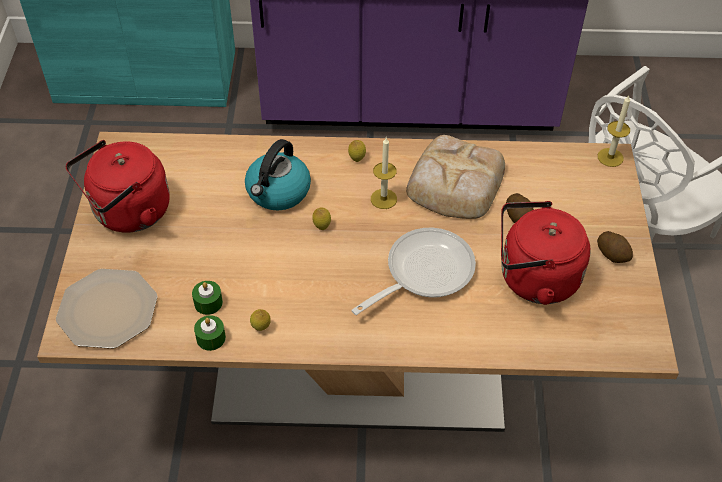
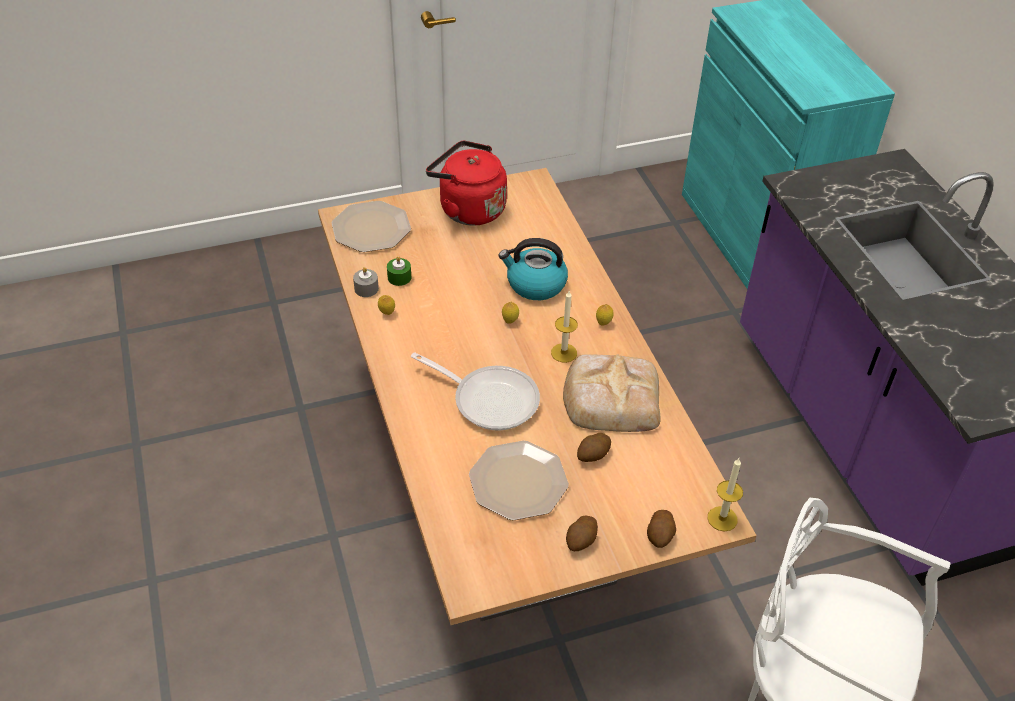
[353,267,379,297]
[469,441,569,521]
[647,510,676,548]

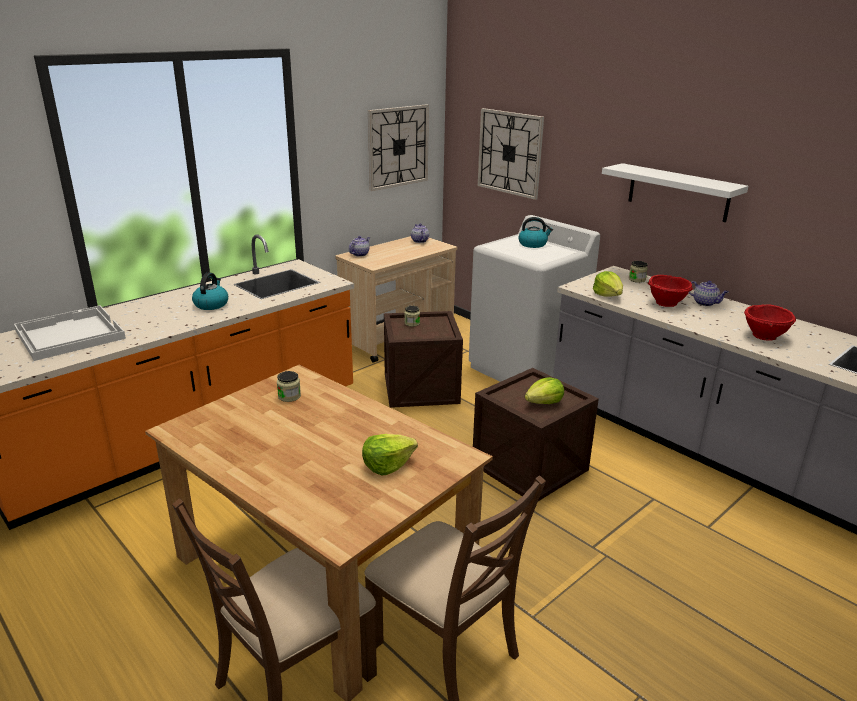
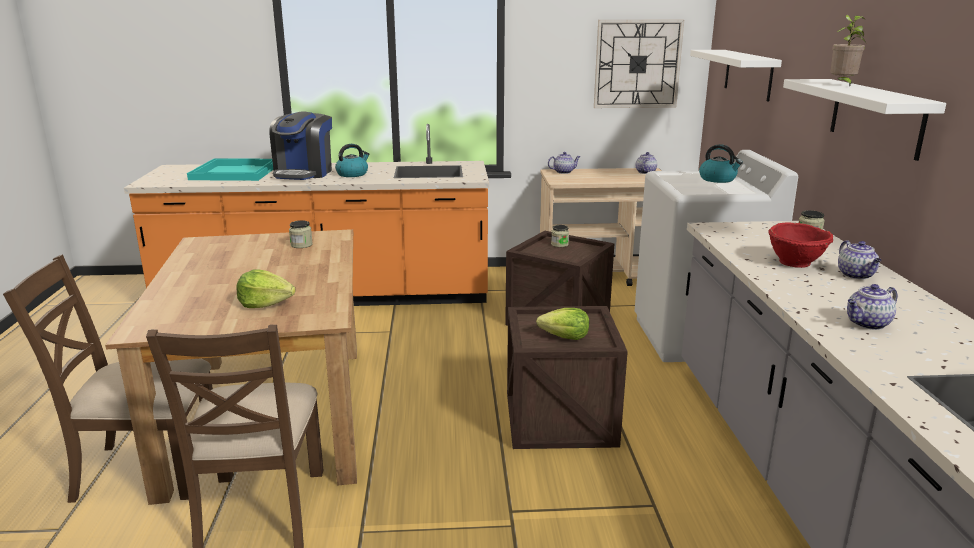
[187,158,273,181]
[690,50,782,102]
[593,271,623,297] (first image)
[847,284,897,330]
[269,112,332,180]
[830,15,866,87]

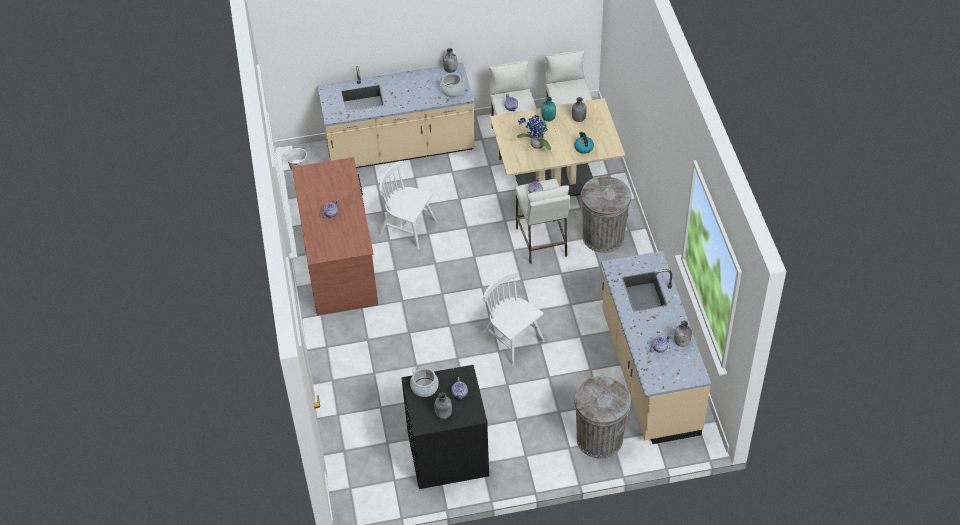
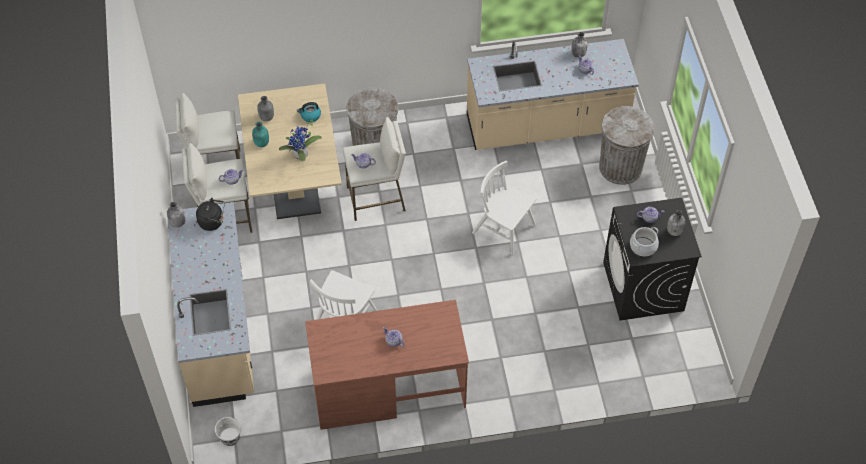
[196,198,225,231]
[472,161,537,256]

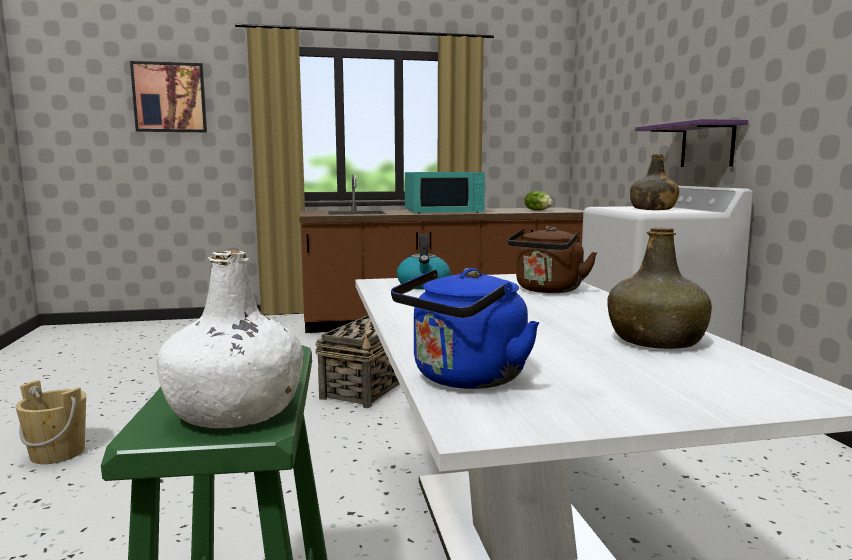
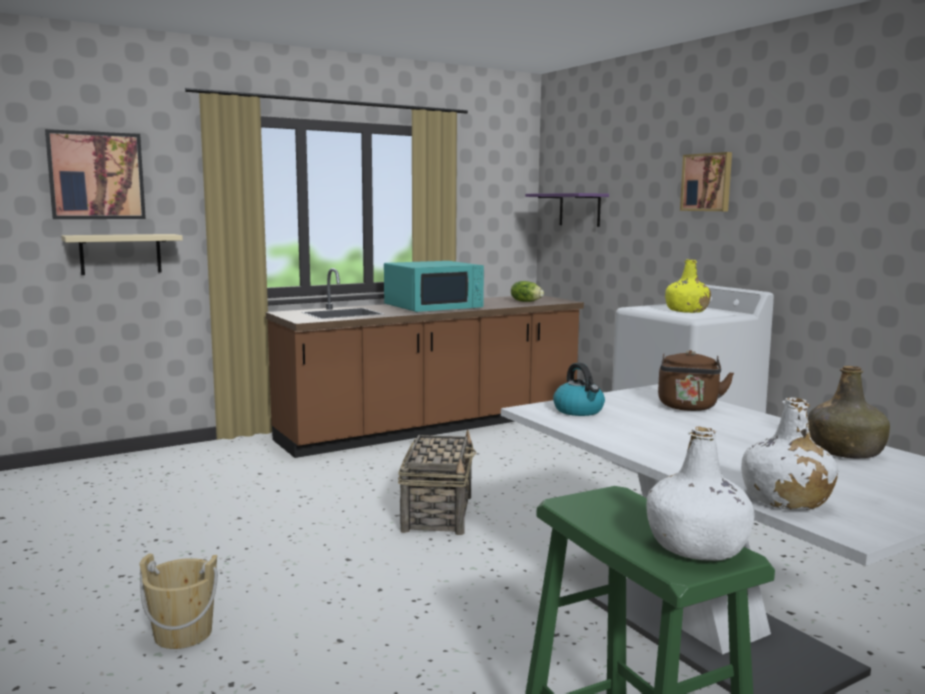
[742,397,838,510]
[665,259,711,313]
[525,193,609,227]
[61,234,183,275]
[680,152,732,211]

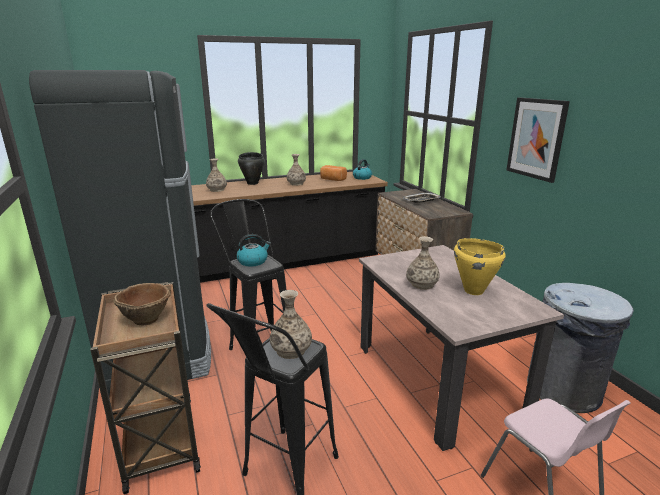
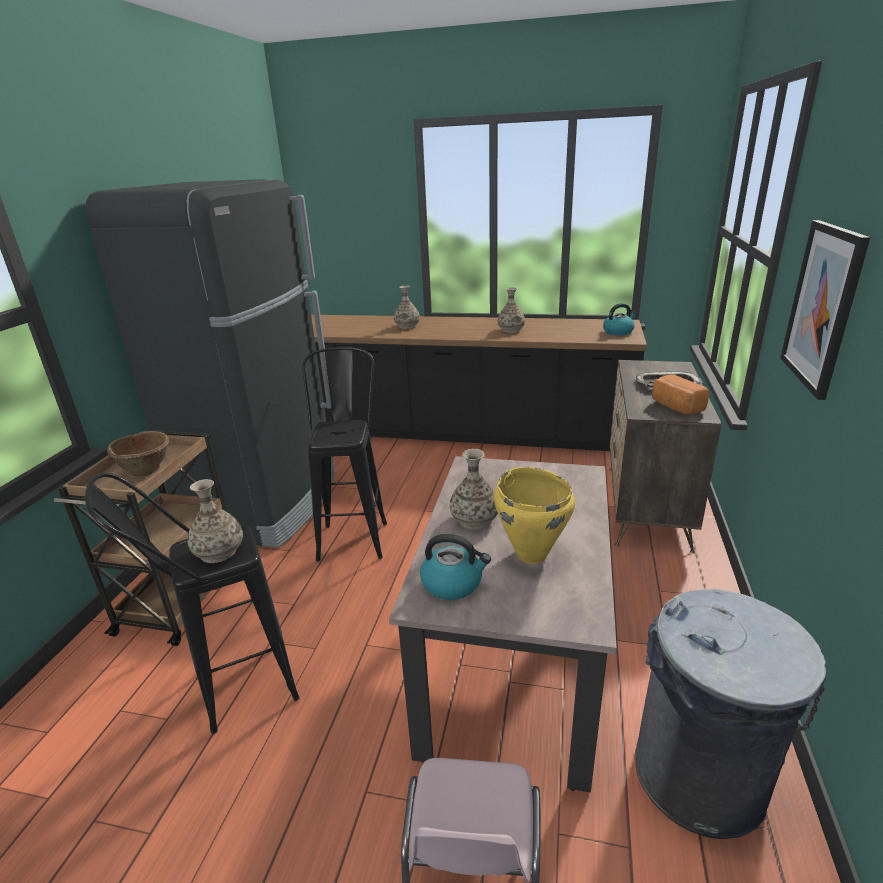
[420,534,491,600]
[238,152,265,185] (first image)
[652,375,709,414]

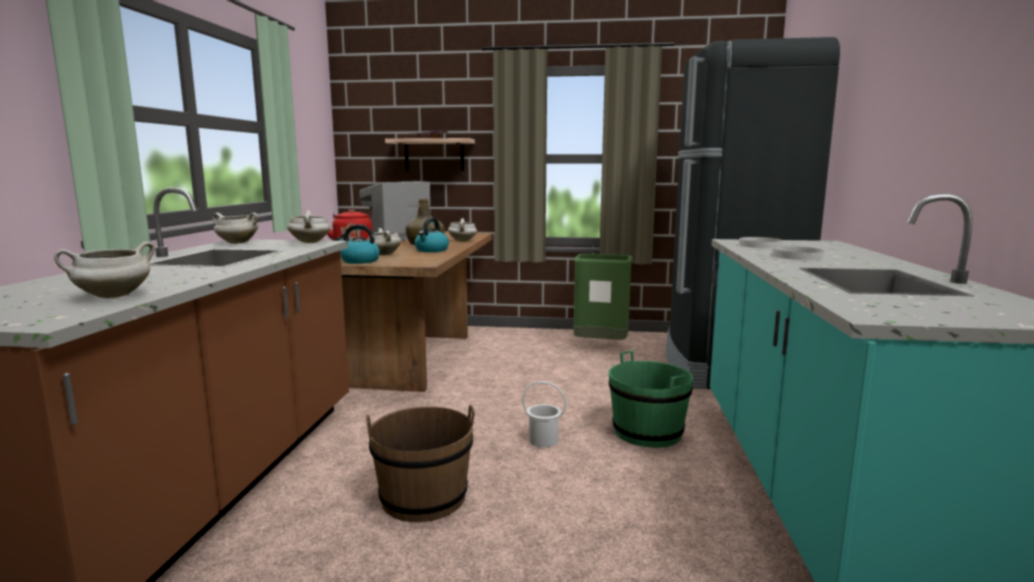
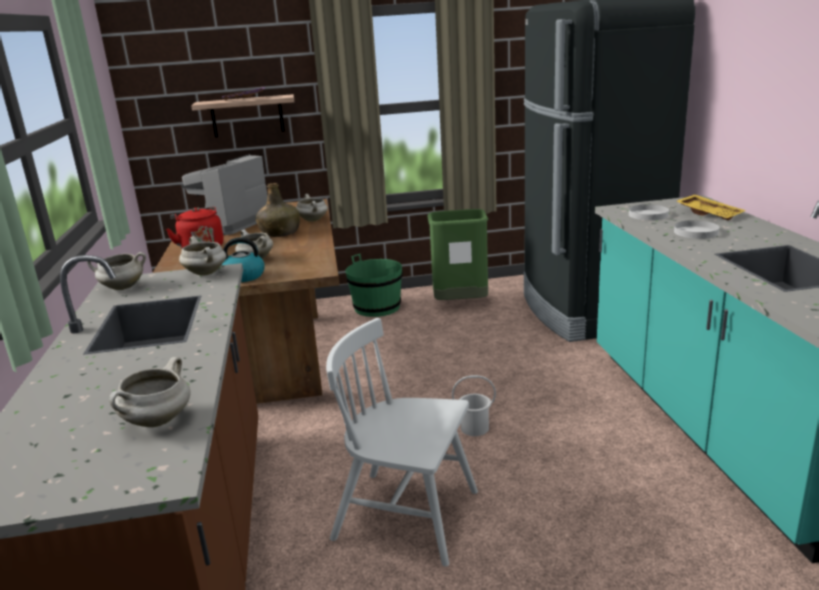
[326,318,478,567]
[415,218,449,252] (first image)
[345,254,403,317]
[677,195,746,221]

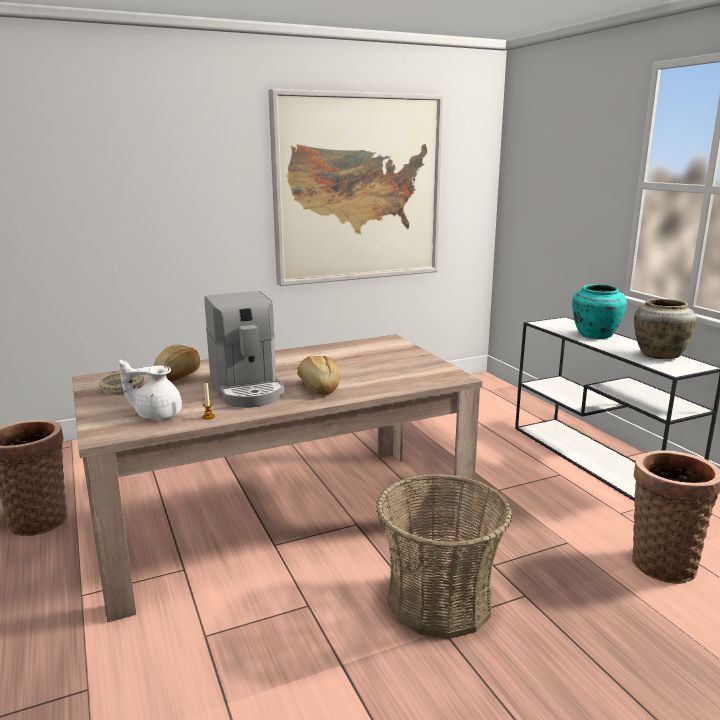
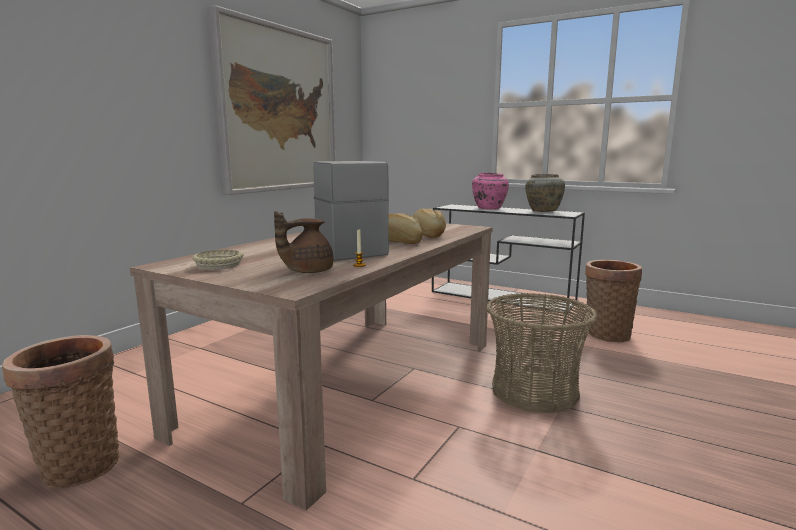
[274,211,334,273]
[412,209,446,238]
[313,161,389,261]
[472,173,509,210]

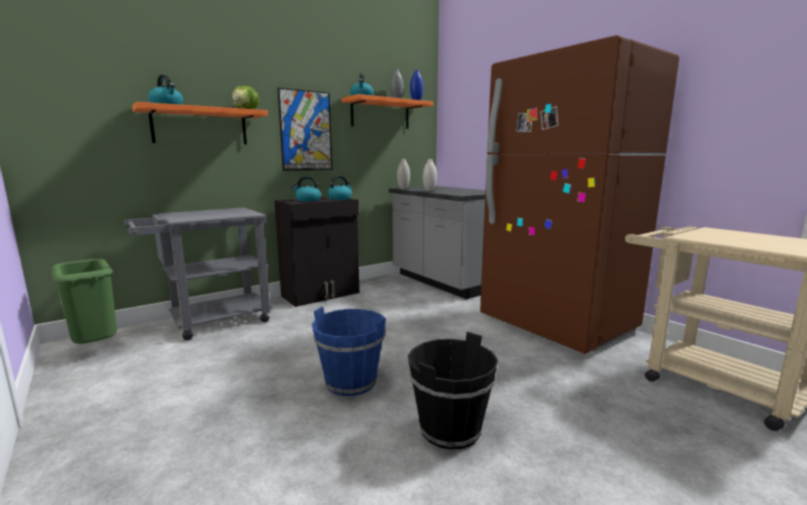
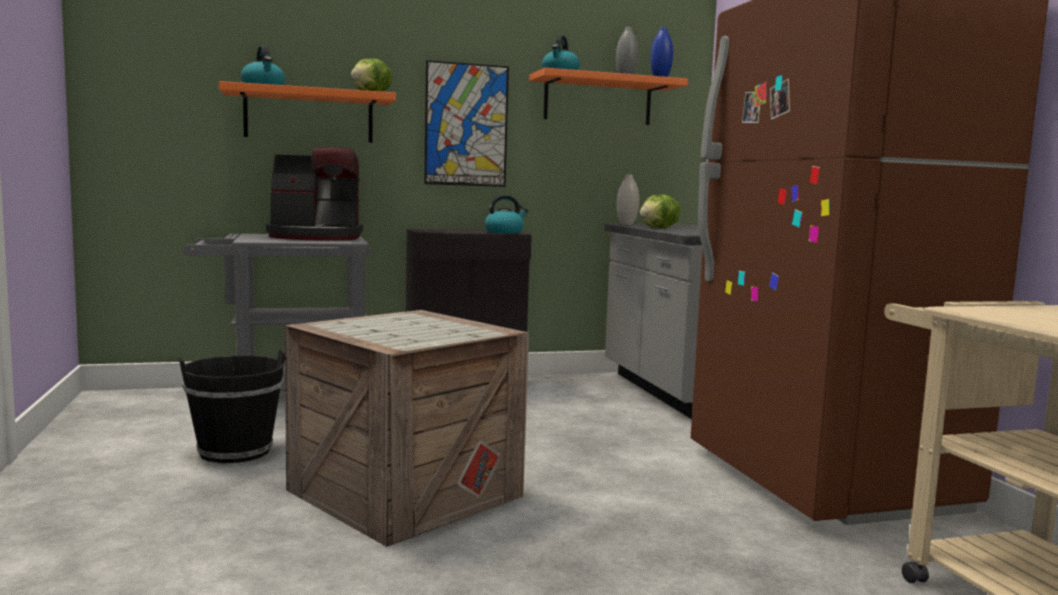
[51,258,117,344] (first image)
[292,176,321,202] (first image)
[285,310,529,547]
[178,349,285,463]
[640,194,681,228]
[266,146,363,241]

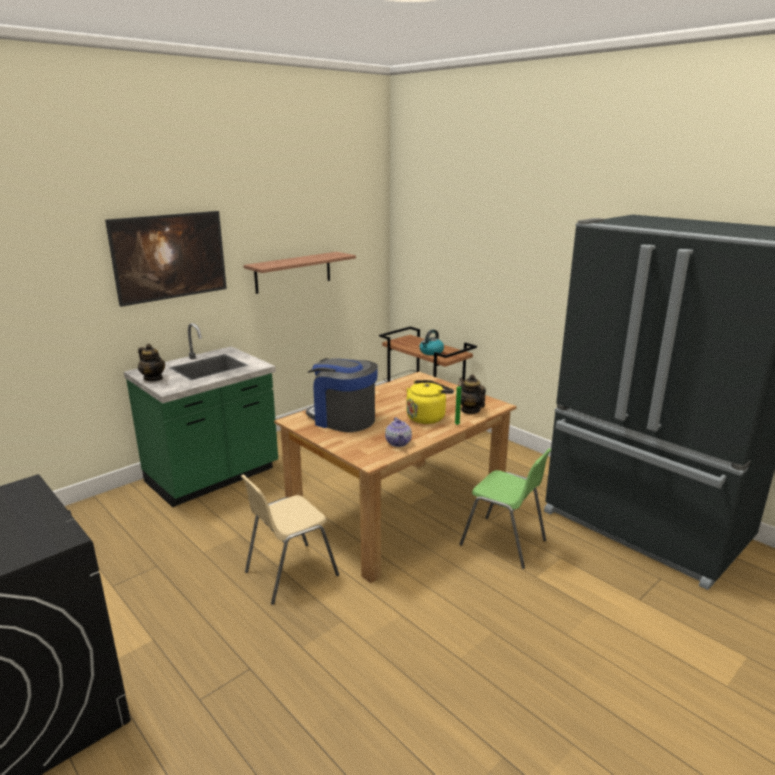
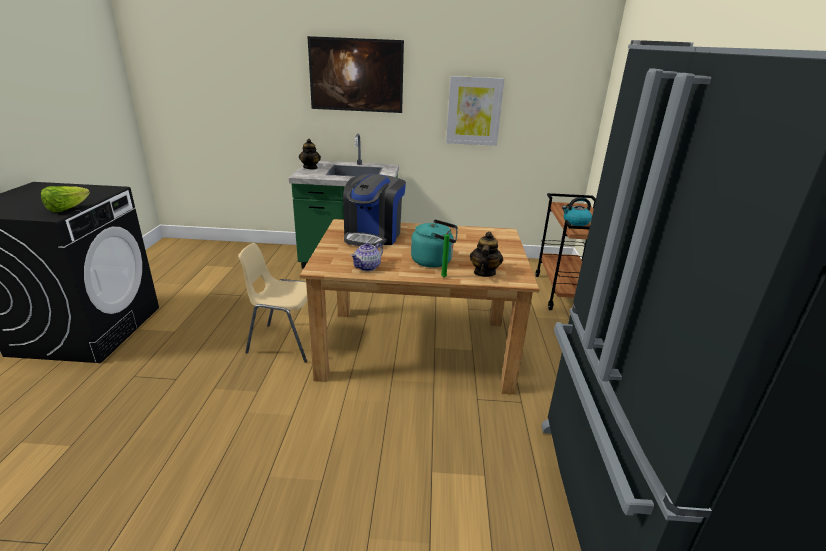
[446,76,504,146]
[343,174,406,247]
[411,219,458,268]
[460,448,552,569] (first image)
[41,186,90,212]

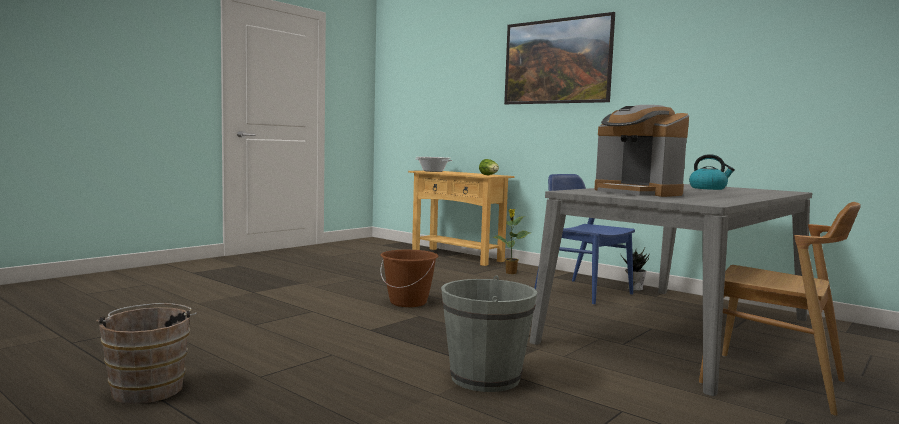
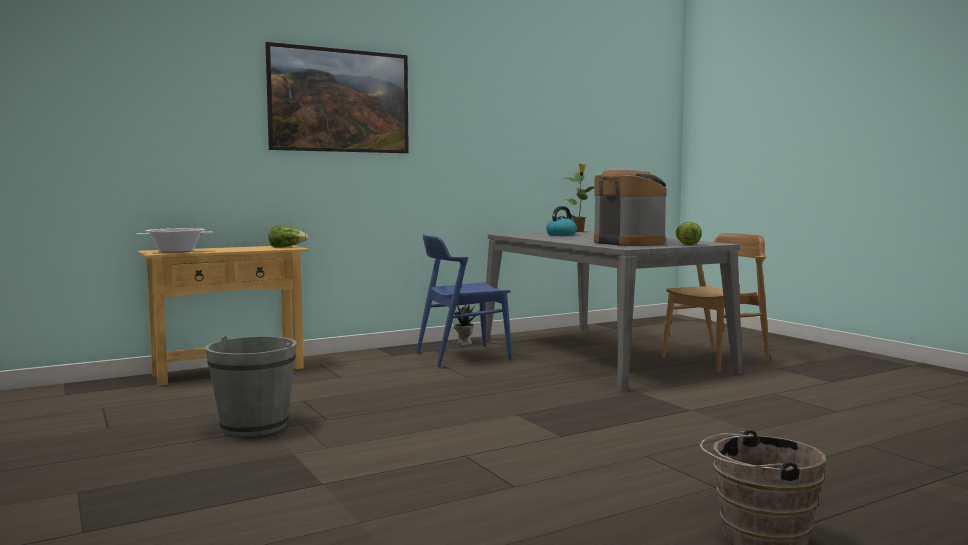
[380,250,439,307] (first image)
[205,336,297,437]
[563,164,594,232]
[594,168,667,246]
[676,222,702,245]

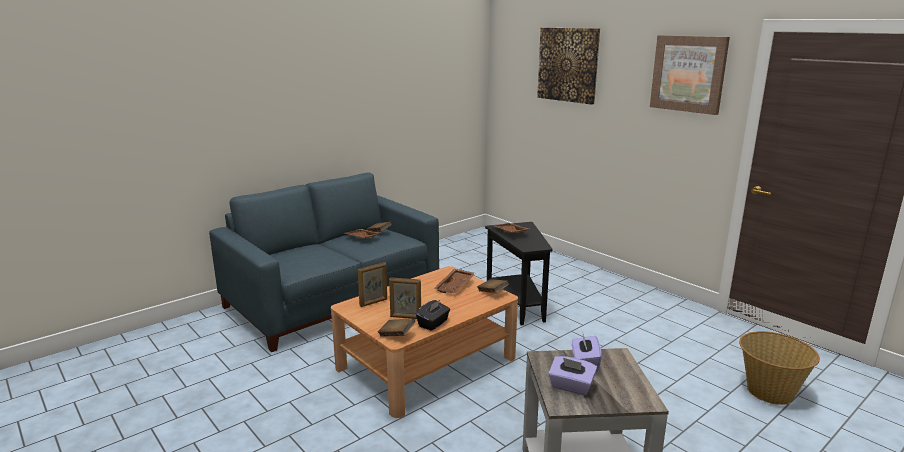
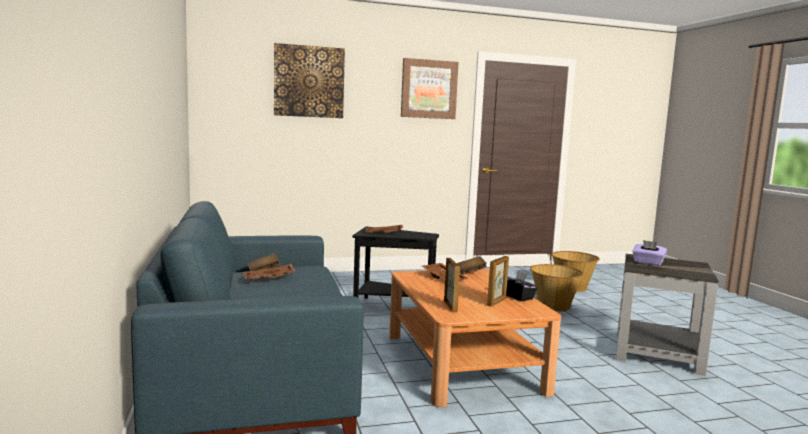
[378,319,415,337] (first image)
[548,356,597,396] (first image)
[530,264,584,311]

